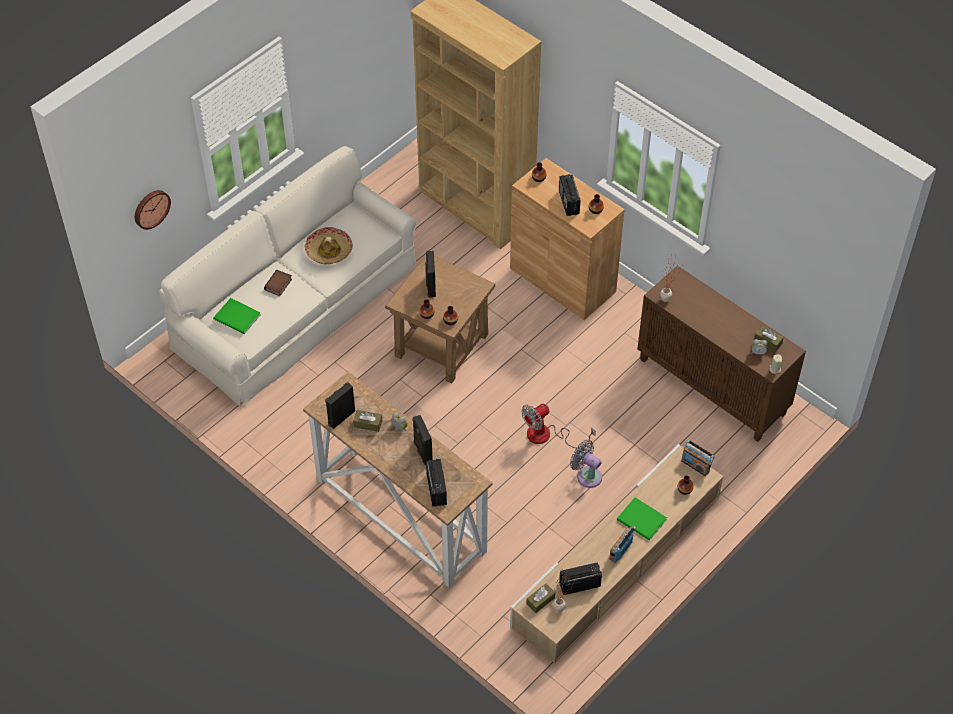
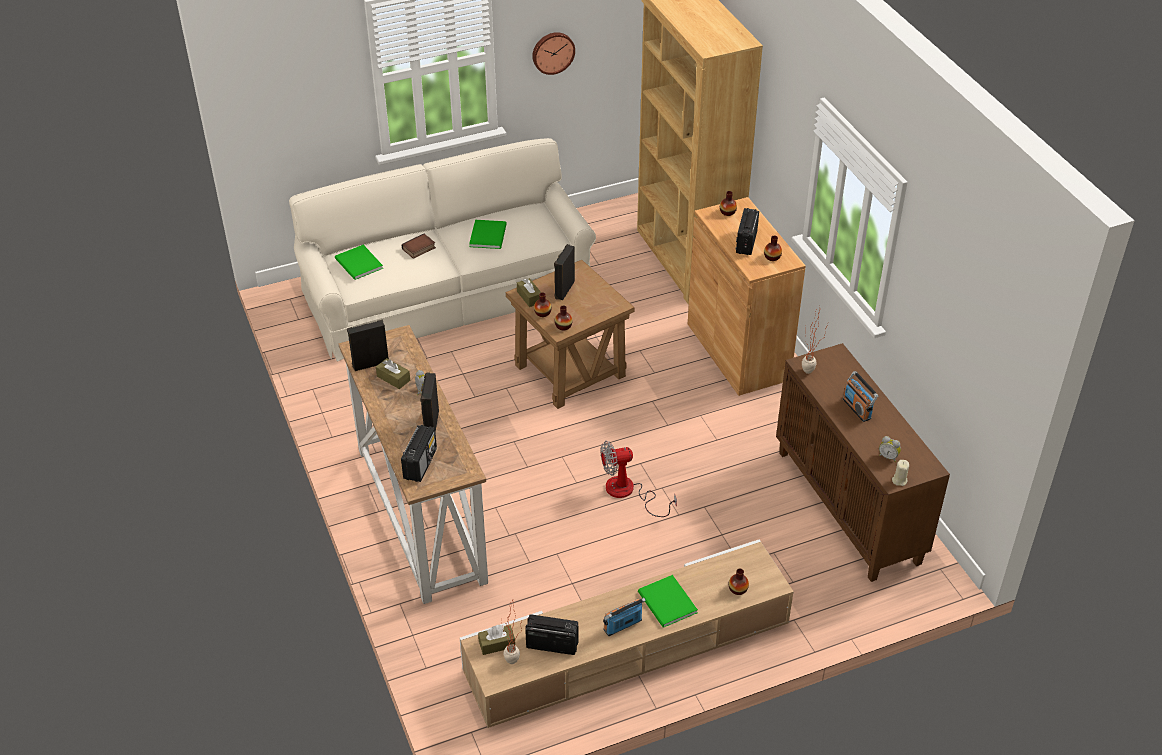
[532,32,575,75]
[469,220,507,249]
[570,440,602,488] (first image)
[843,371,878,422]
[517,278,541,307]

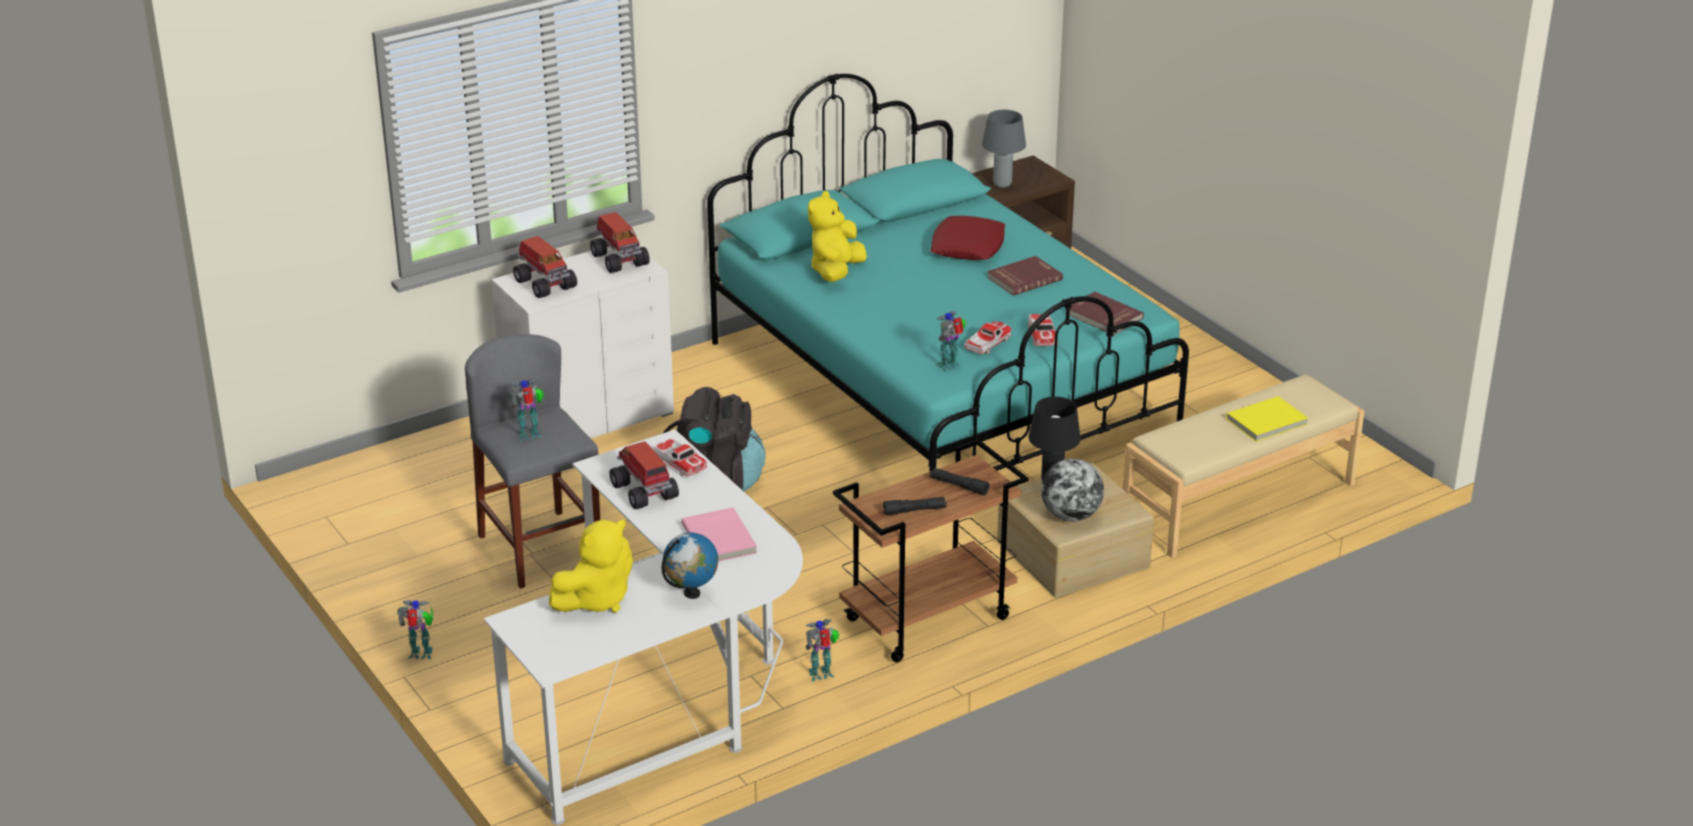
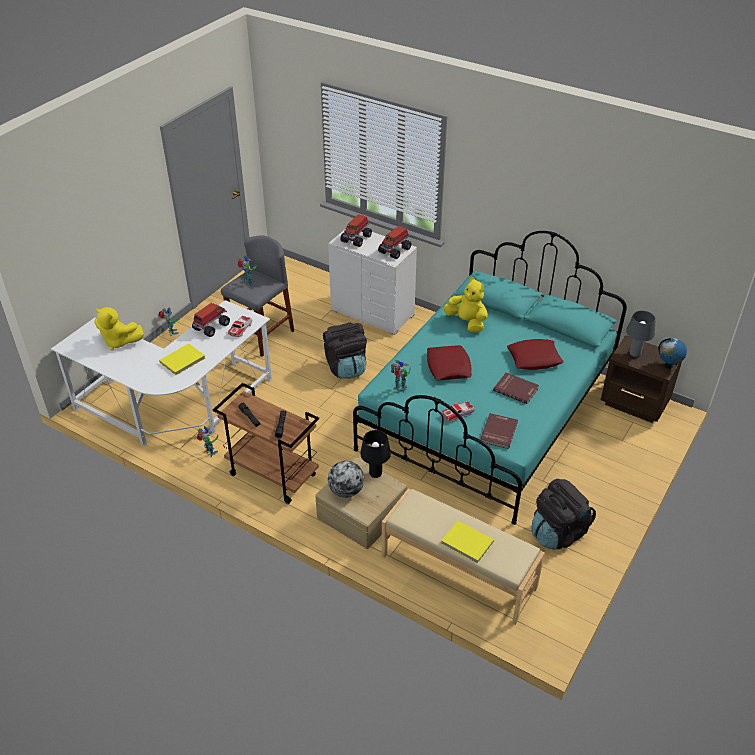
[658,338,687,369]
[159,343,205,375]
[444,277,488,332]
[964,321,1012,355] (first image)
[427,345,472,380]
[531,479,596,549]

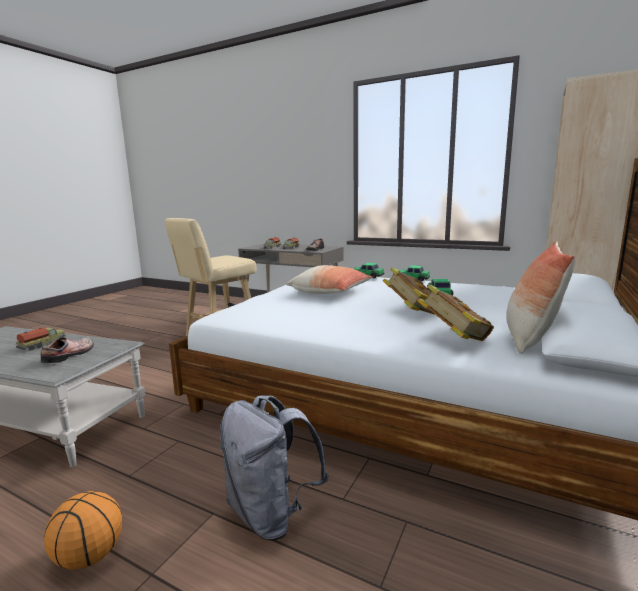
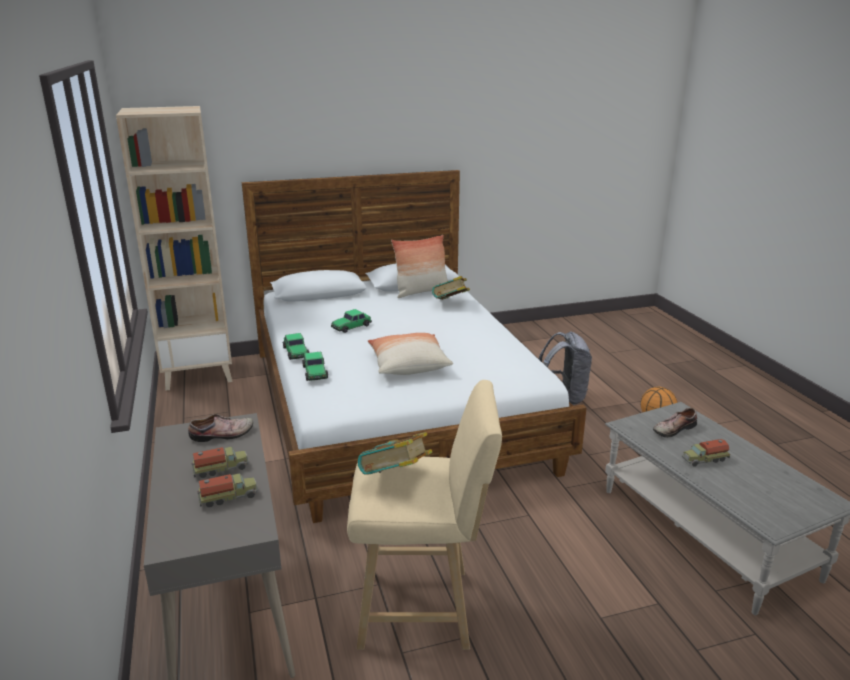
[358,432,432,475]

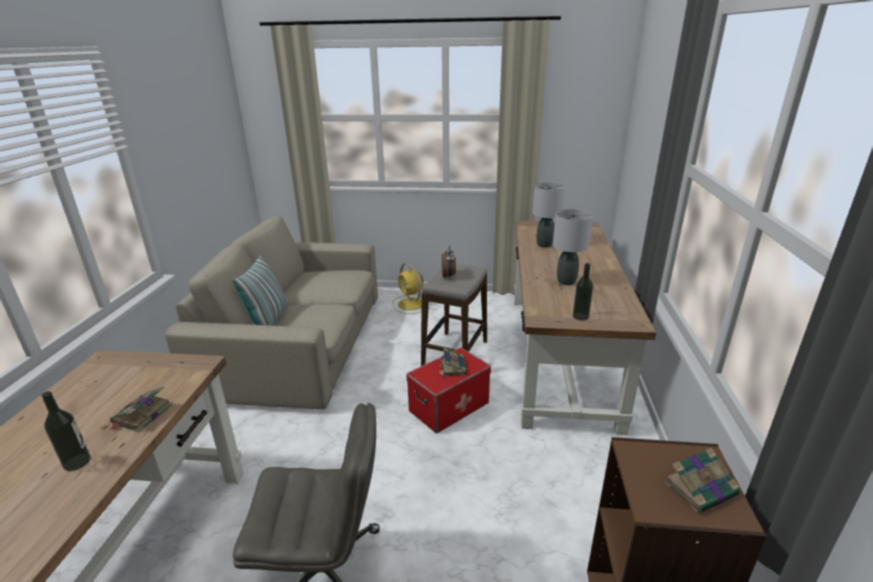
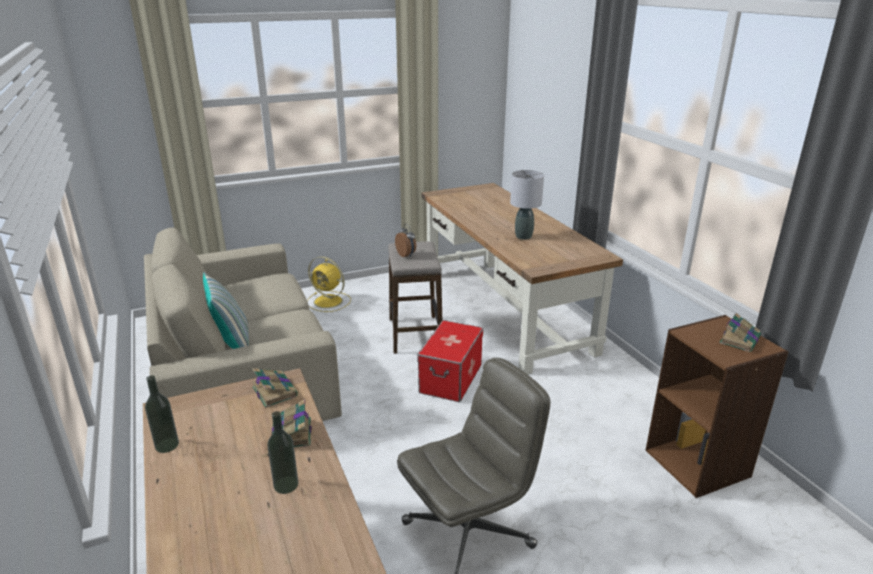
[252,368,298,408]
[533,182,565,248] (first image)
[145,375,179,453]

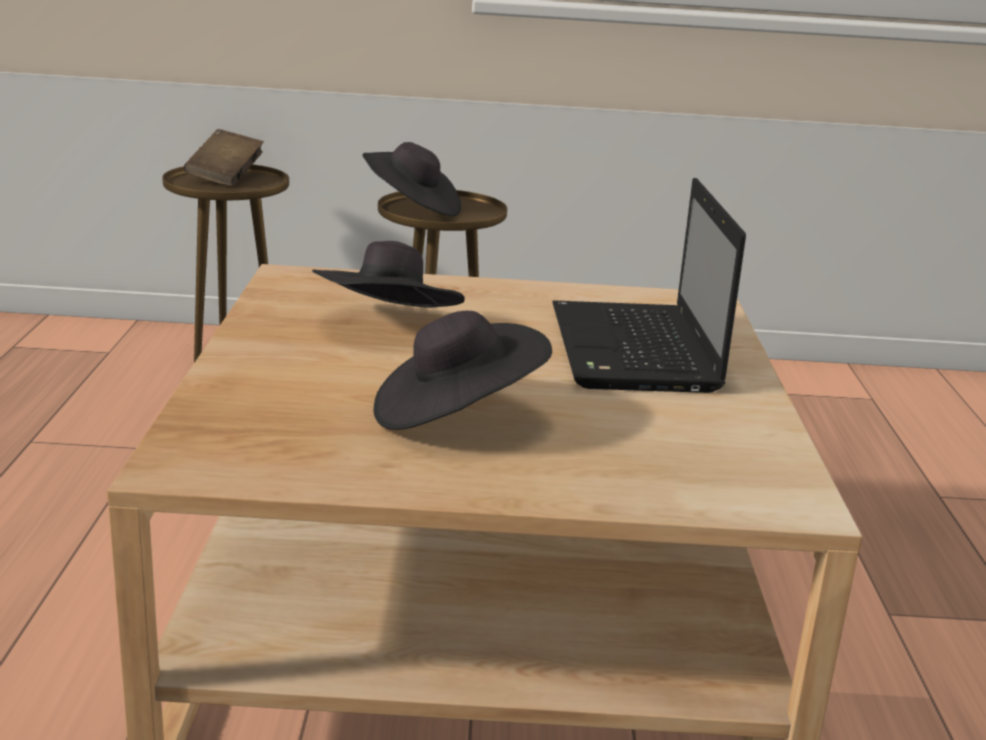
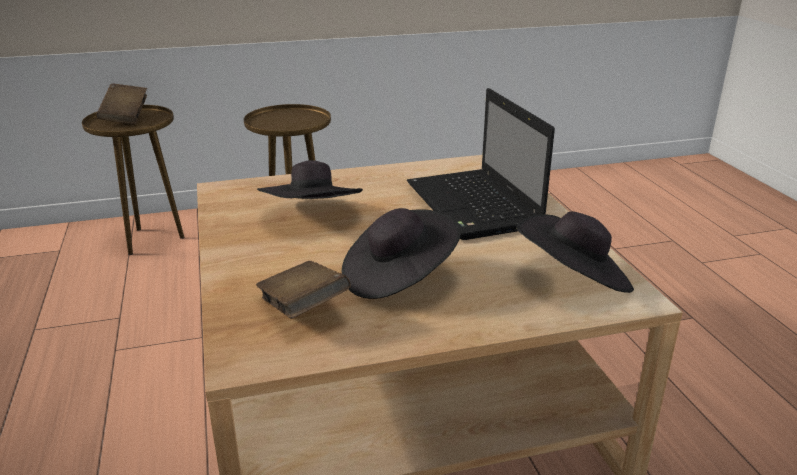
[516,211,634,293]
[256,261,351,319]

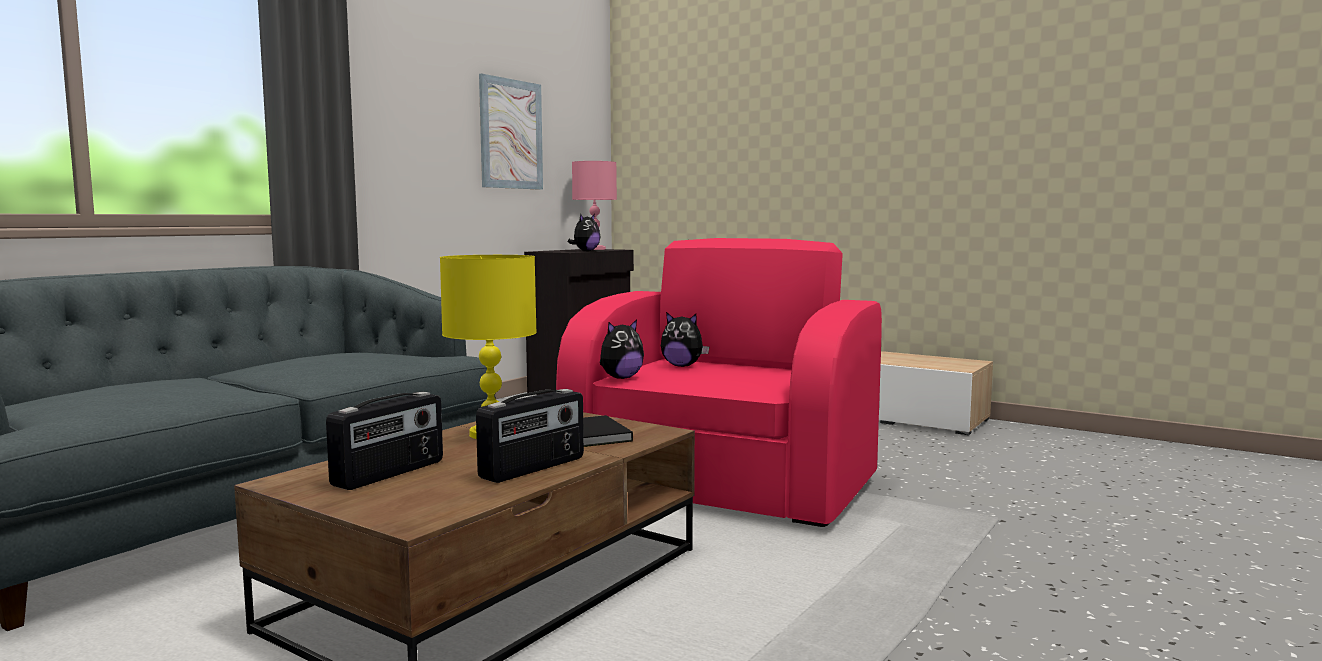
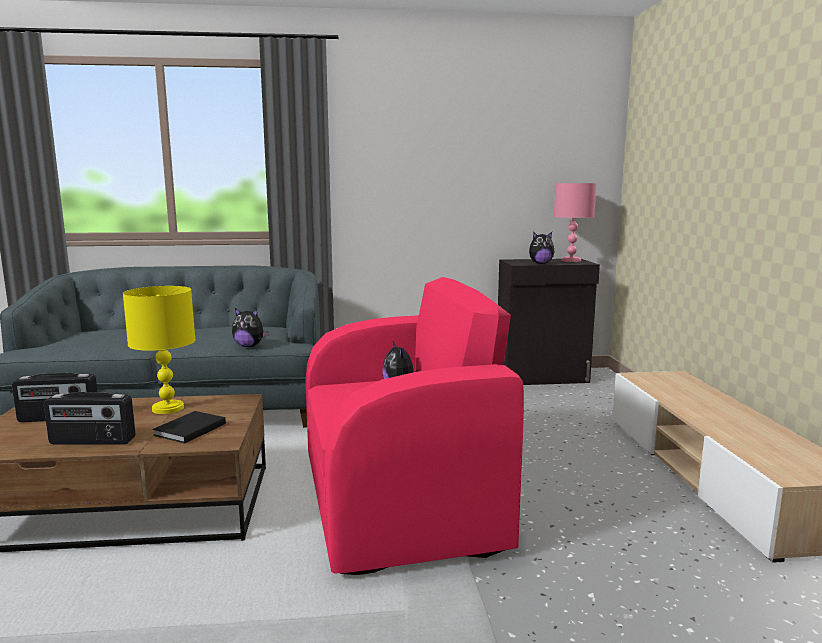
[479,73,543,190] (first image)
[232,308,269,347]

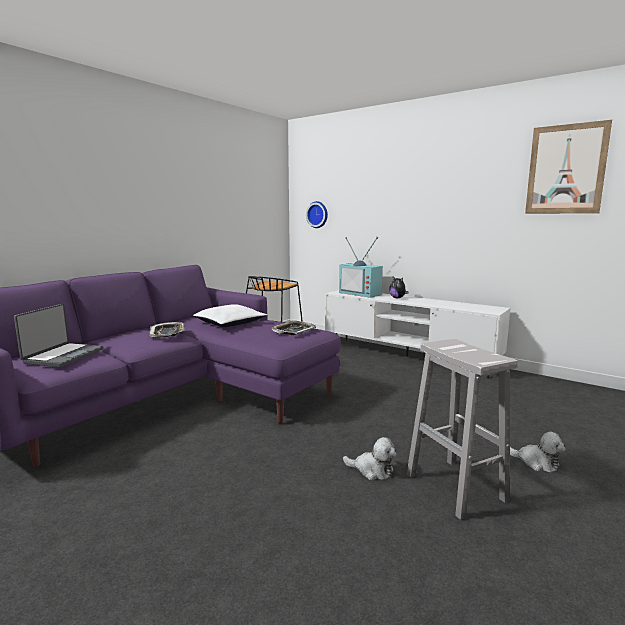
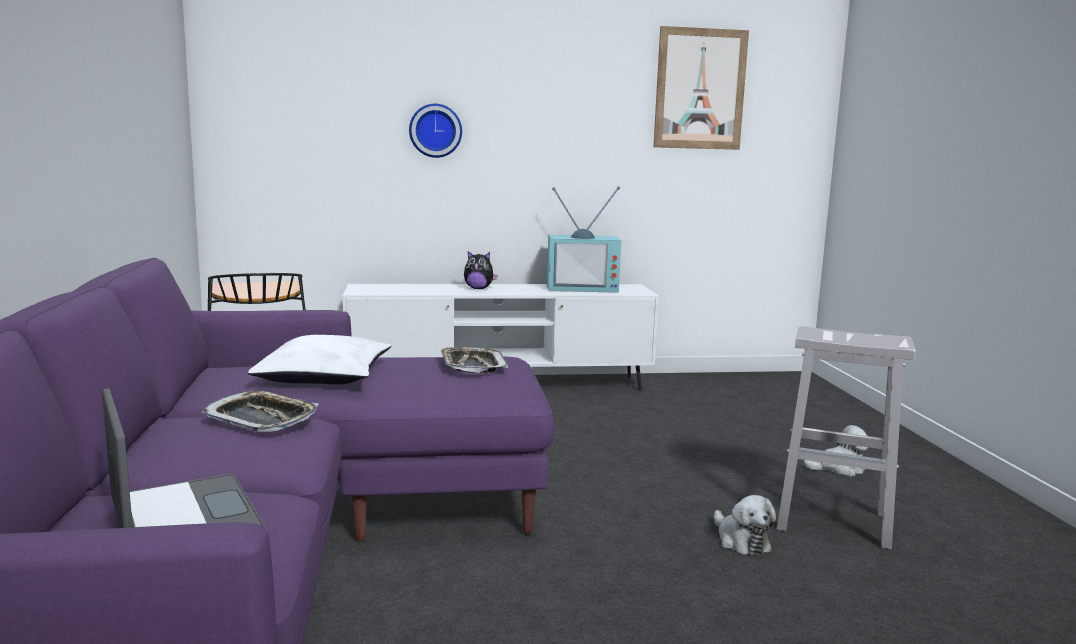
[409,104,462,158]
[547,186,621,293]
[714,495,776,556]

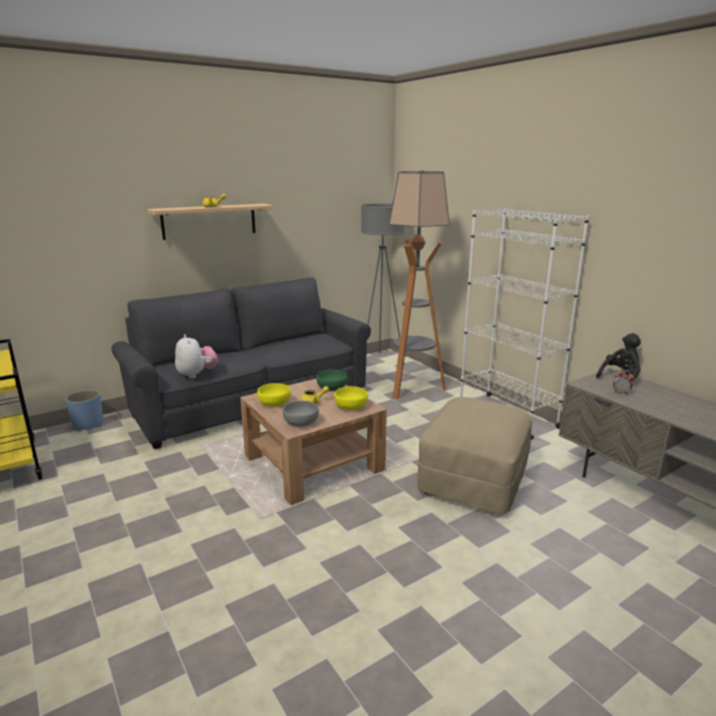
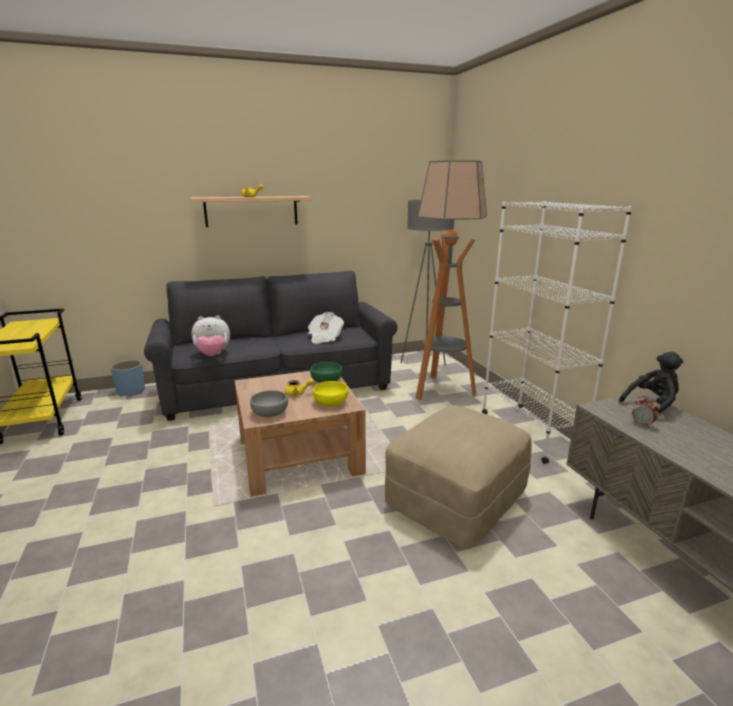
[191,315,230,356]
[257,383,290,406] (first image)
[308,312,344,343]

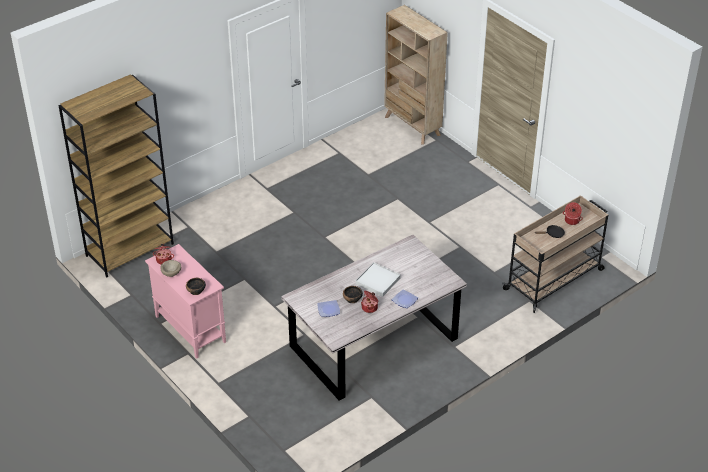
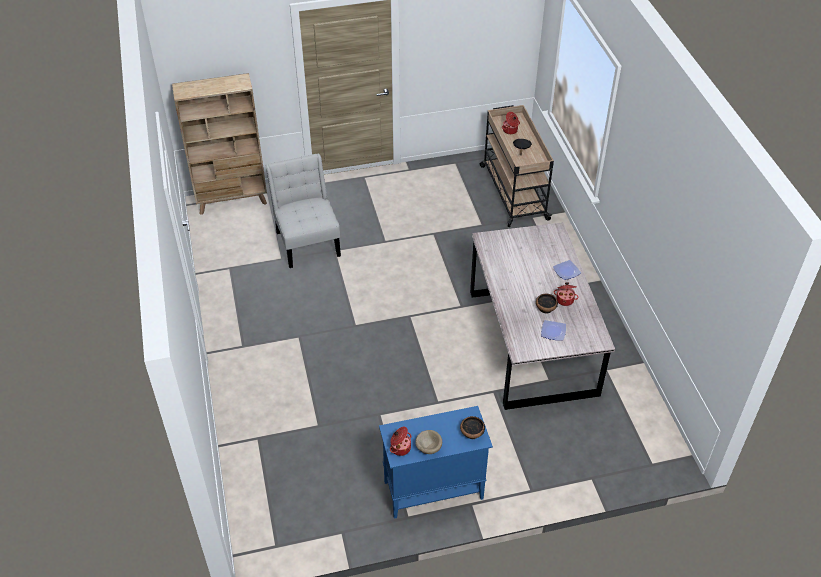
[58,74,174,278] (first image)
[379,406,493,519]
[355,262,401,297] (first image)
[266,154,341,268]

